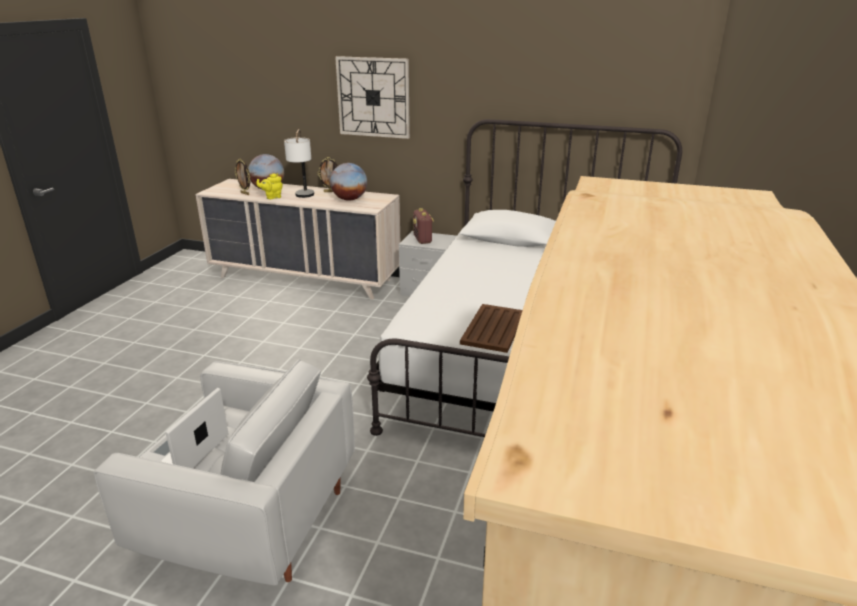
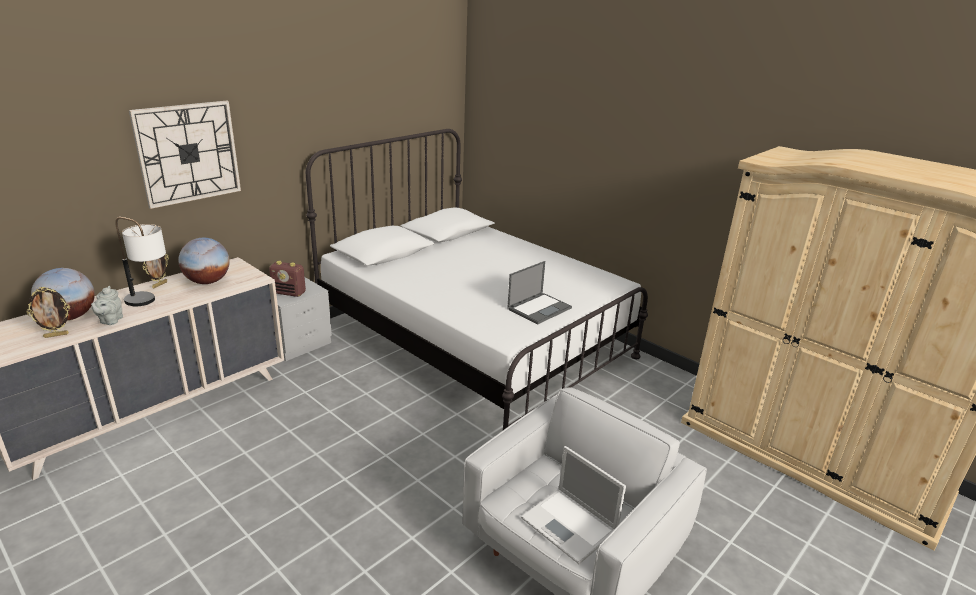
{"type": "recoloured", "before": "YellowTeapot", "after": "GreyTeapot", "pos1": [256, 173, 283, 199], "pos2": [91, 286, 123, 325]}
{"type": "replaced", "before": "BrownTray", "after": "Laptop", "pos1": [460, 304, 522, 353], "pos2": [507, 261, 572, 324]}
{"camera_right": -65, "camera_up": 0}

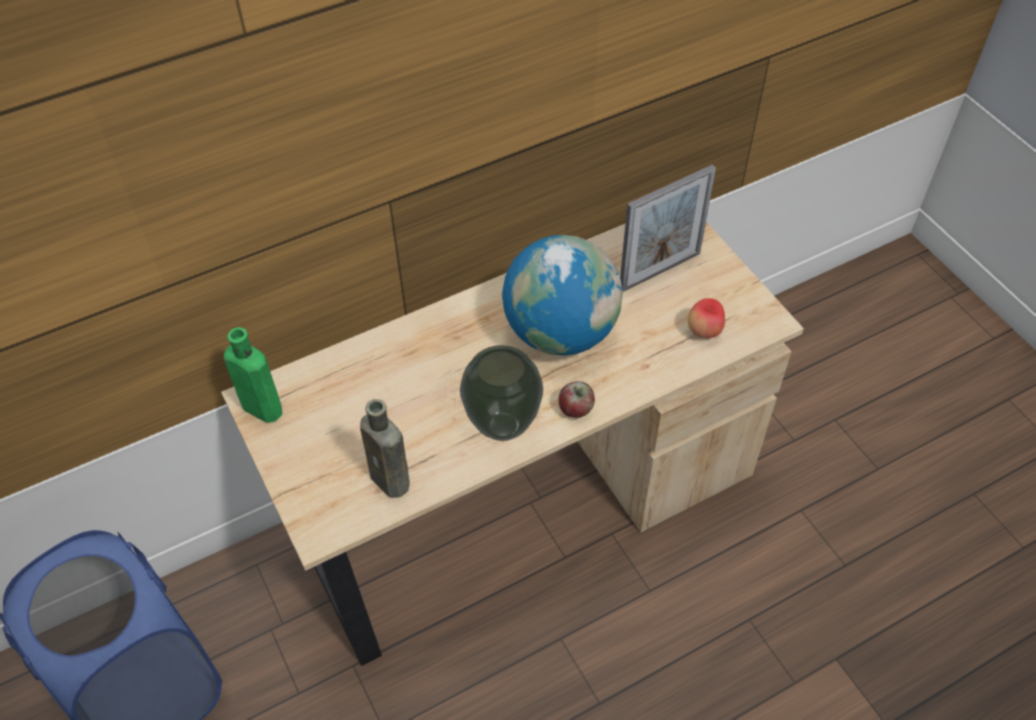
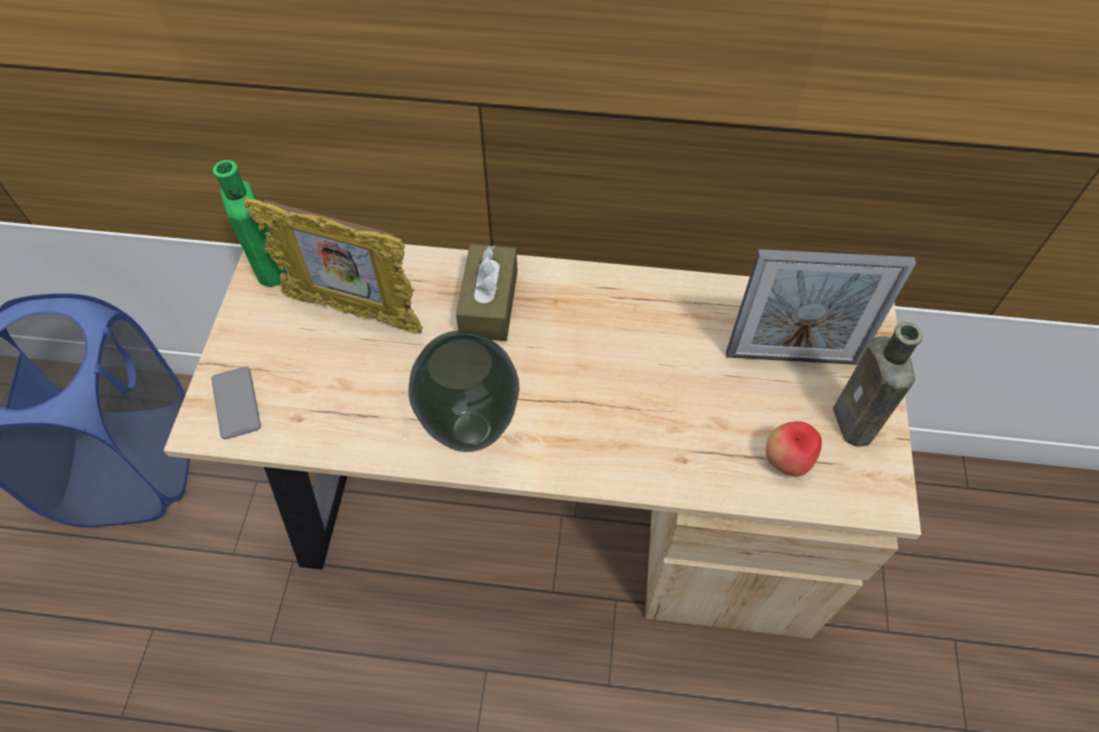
{"type": "removed", "before": "Globe", "pos1": [502, 235, 623, 356]}
{"type": "removed", "before": "Apple", "pos1": [559, 381, 595, 418]}
{"type": "moved", "before": "BrownBottle", "pos1": [360, 399, 410, 498], "pos2": [833, 322, 923, 447]}
{"type": "added", "after": "PictureFrame", "pos2": [244, 198, 423, 334]}
{"type": "added", "after": "BrownTissueBox", "pos2": [456, 244, 518, 341]}
{"type": "added", "after": "Phone", "pos2": [211, 366, 261, 440]}
{"camera_right": 35, "camera_up": 5}

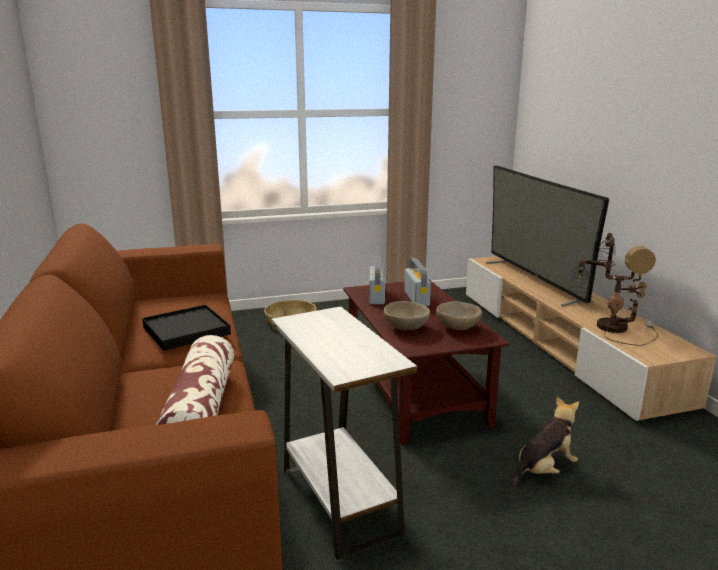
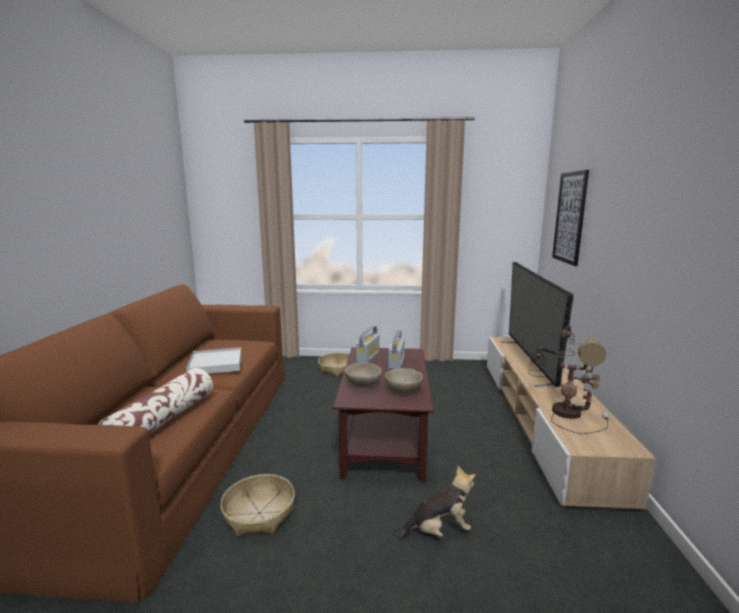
{"type": "recoloured", "before": "BlackTray", "after": "WhiteTray", "pos1": [142, 305, 231, 351], "pos2": [186, 347, 241, 374]}
{"type": "replaced", "before": "WhiteSideTable", "after": "Basket", "pos1": [272, 306, 417, 560], "pos2": [220, 474, 295, 536]}
{"type": "added", "after": "Picture", "pos2": [552, 170, 589, 266]}
{"camera_right": 20, "camera_up": -5}

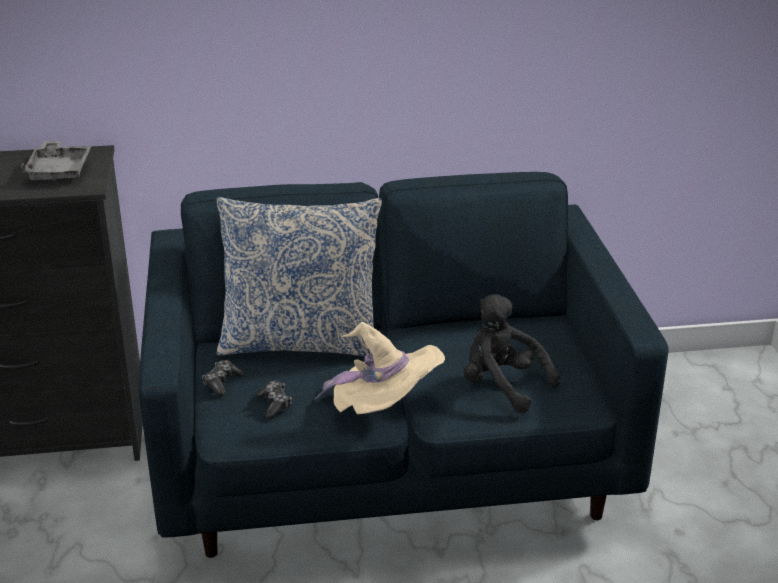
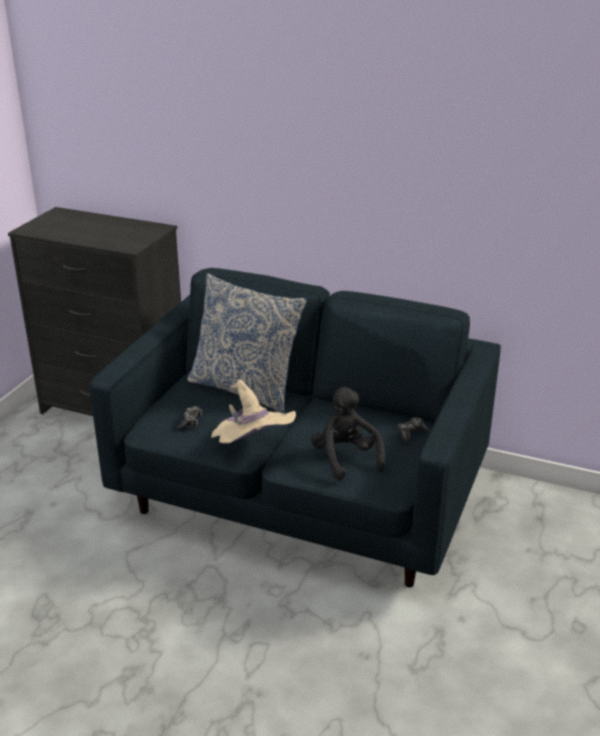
{"type": "removed", "before": "GreyTray", "pos1": [21, 141, 92, 182]}
{"type": "moved", "before": "GameController", "pos1": [202, 360, 244, 396], "pos2": [398, 417, 430, 442]}
{"camera_right": 30, "camera_up": 0}

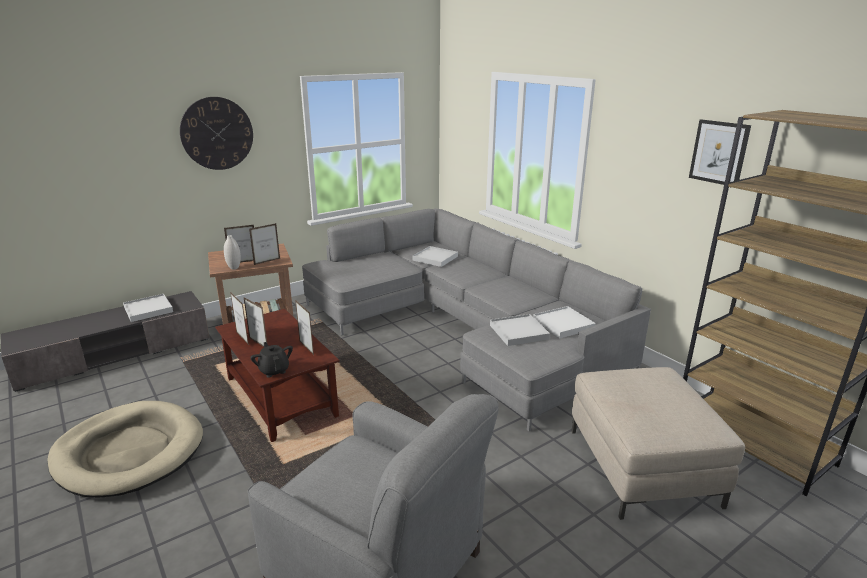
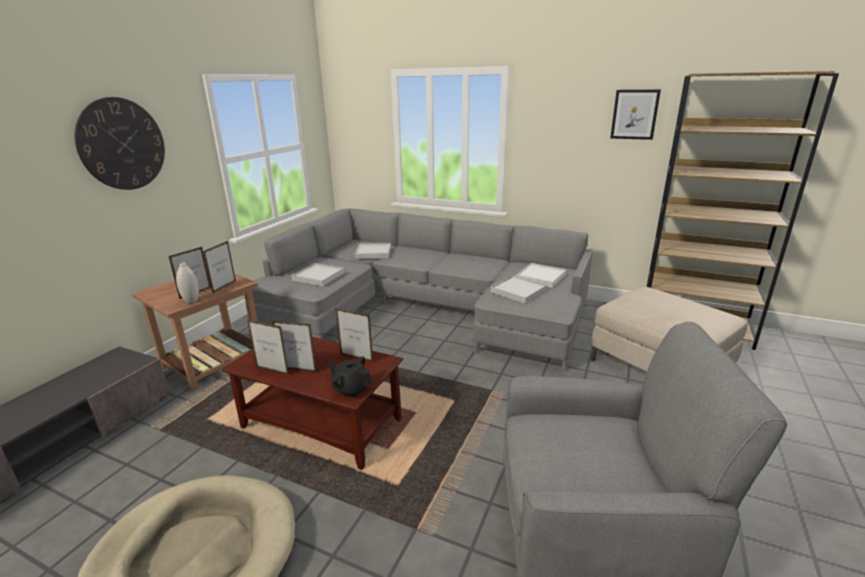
{"type": "moved", "before": "WhiteTray", "pos1": [123, 294, 173, 322], "pos2": [292, 263, 344, 286]}
{"camera_right": -30, "camera_up": 0}

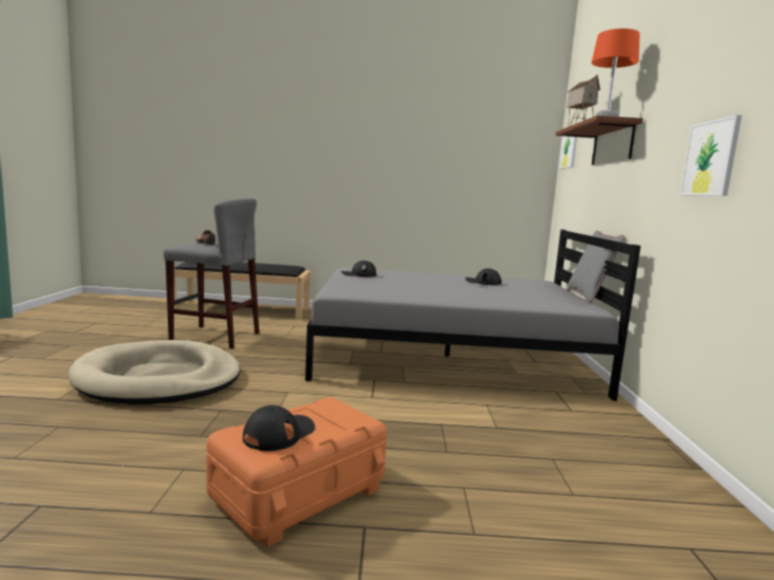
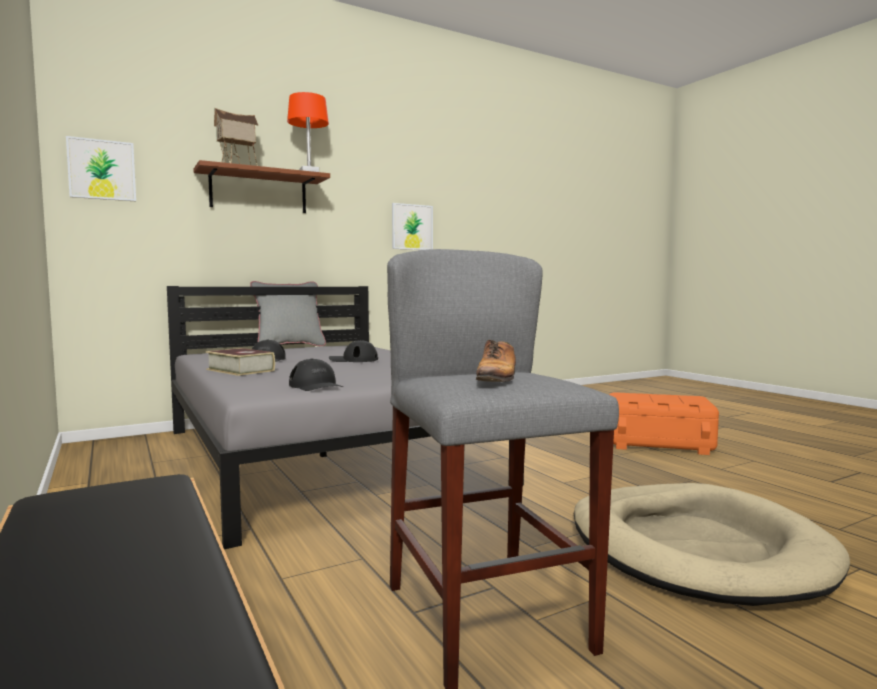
{"type": "moved", "before": "BlackCap", "pos1": [243, 405, 315, 451], "pos2": [329, 340, 378, 362]}
{"type": "added", "after": "Book", "pos2": [206, 348, 275, 376]}
{"camera_right": -120, "camera_up": -5}

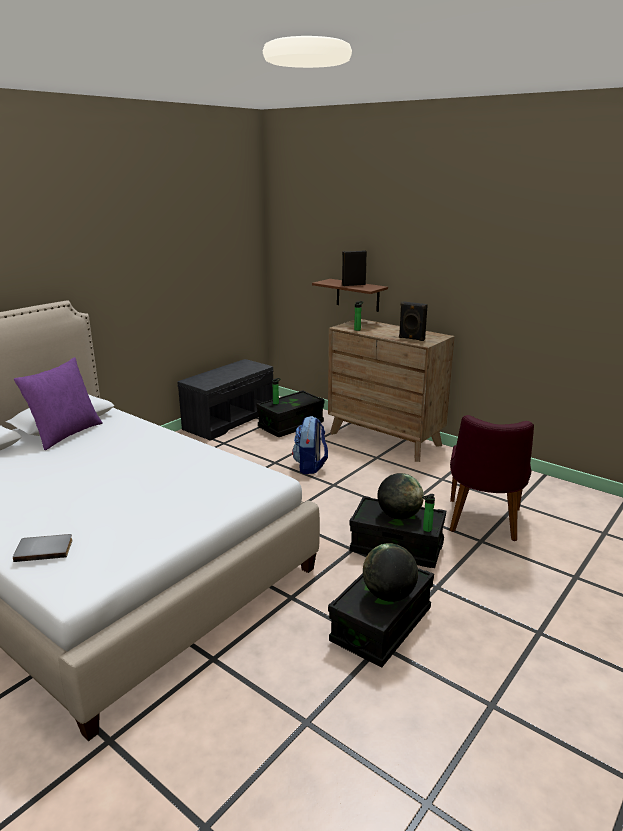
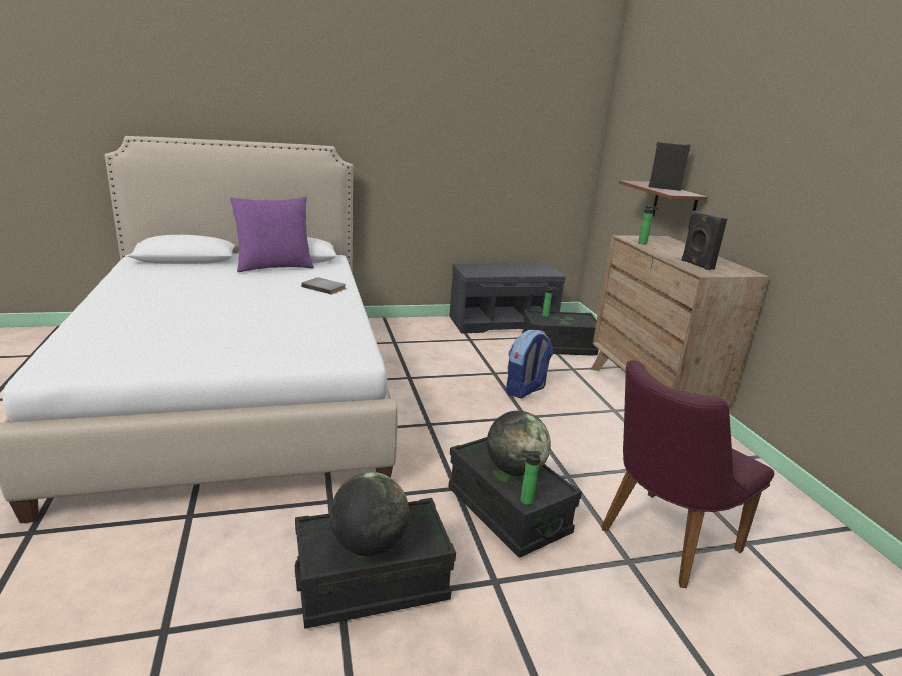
{"type": "moved", "before": "GreyBook", "pos1": [13, 534, 73, 562], "pos2": [301, 277, 346, 295]}
{"camera_right": 35, "camera_up": 0}

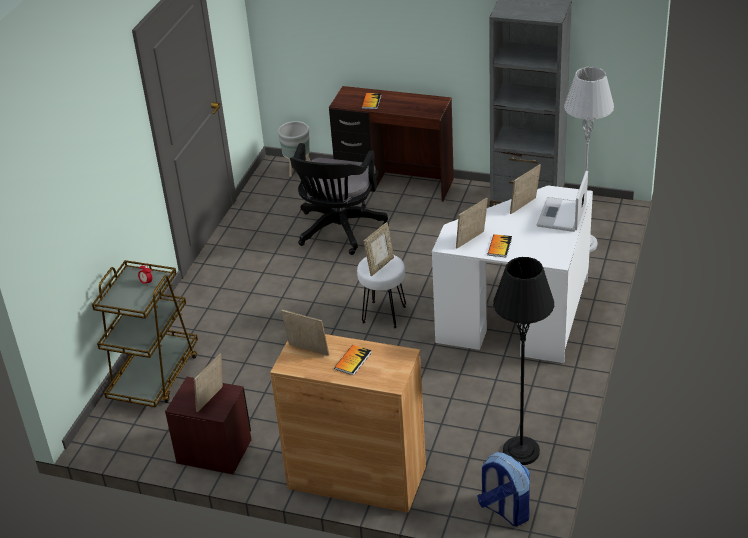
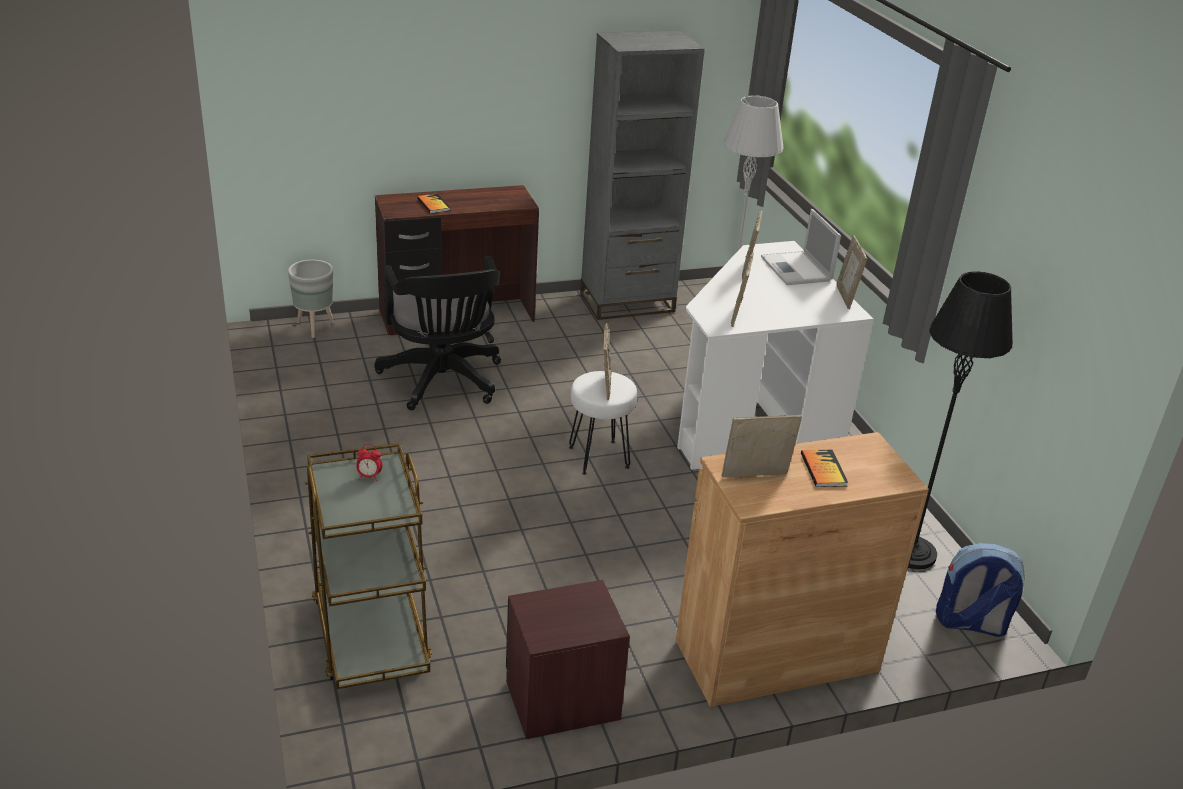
{"type": "removed", "before": "Book", "pos1": [488, 234, 512, 258]}
{"type": "moved", "before": "PictureFrame", "pos1": [194, 354, 223, 412], "pos2": [836, 235, 867, 309]}
{"camera_right": -40, "camera_up": -5}

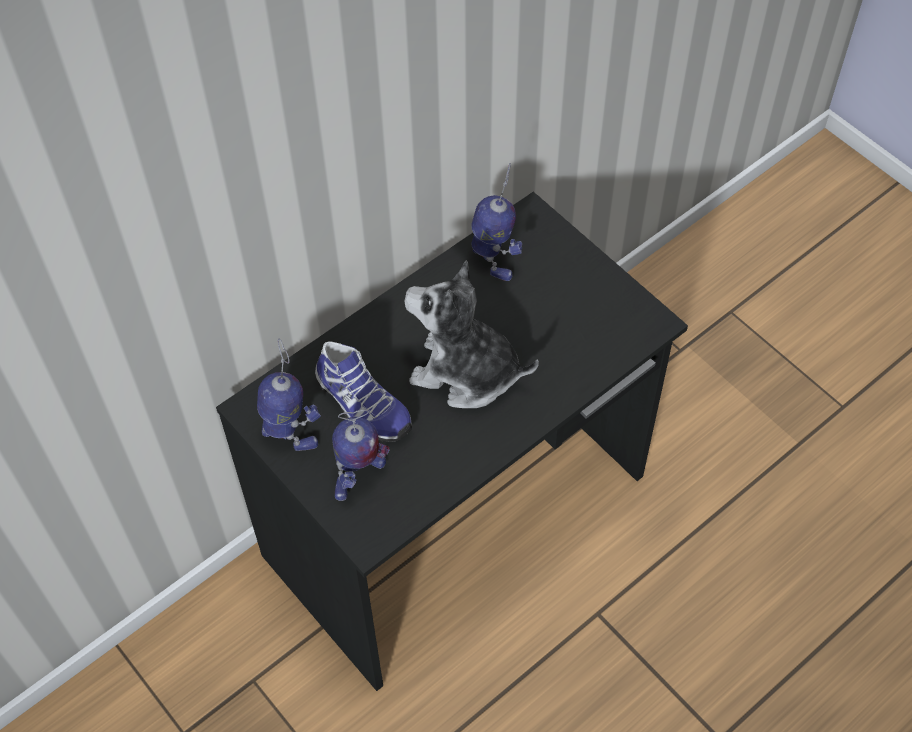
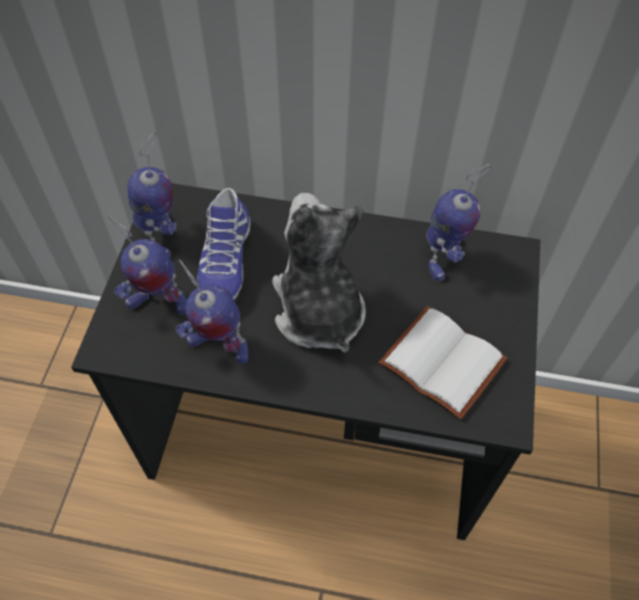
{"type": "added", "after": "ToyRobot", "pos2": [175, 259, 248, 364]}
{"type": "added", "after": "WhiteBook", "pos2": [379, 306, 507, 420]}
{"camera_right": 50, "camera_up": 0}

